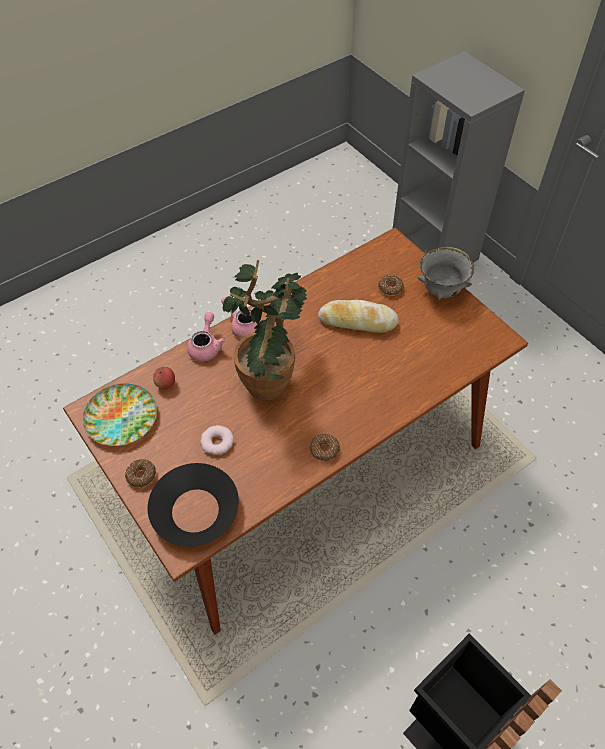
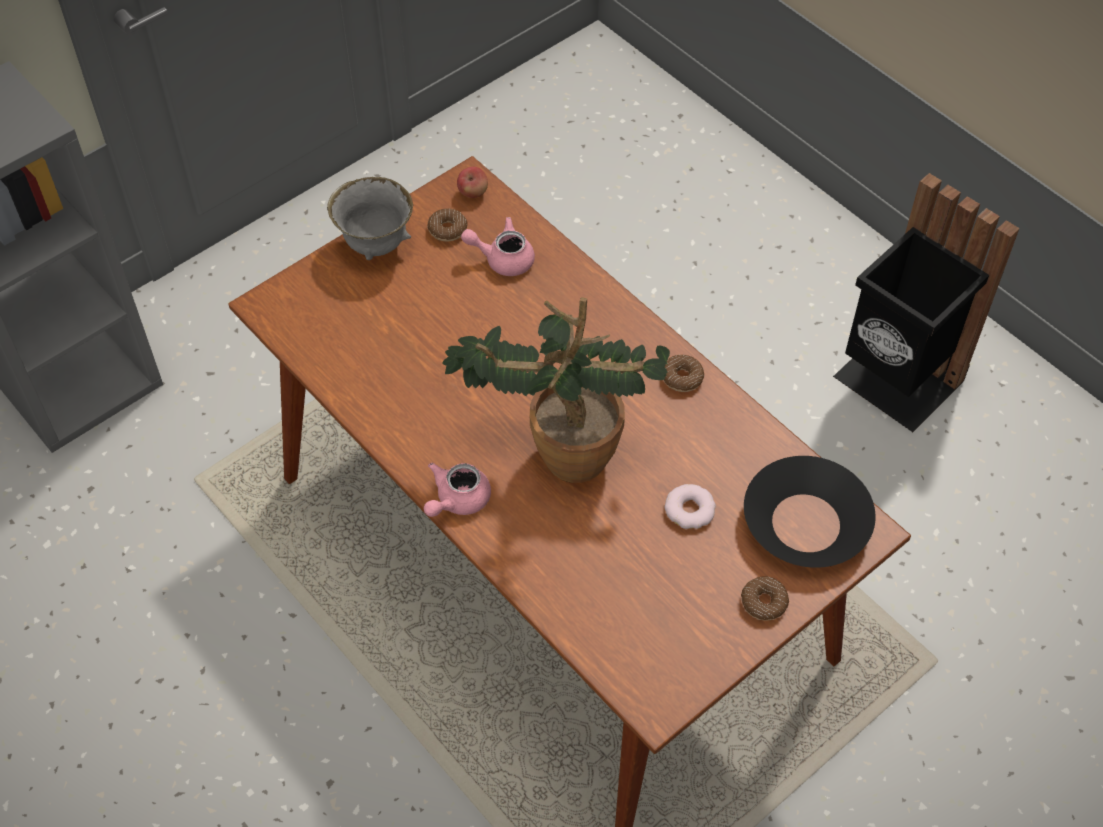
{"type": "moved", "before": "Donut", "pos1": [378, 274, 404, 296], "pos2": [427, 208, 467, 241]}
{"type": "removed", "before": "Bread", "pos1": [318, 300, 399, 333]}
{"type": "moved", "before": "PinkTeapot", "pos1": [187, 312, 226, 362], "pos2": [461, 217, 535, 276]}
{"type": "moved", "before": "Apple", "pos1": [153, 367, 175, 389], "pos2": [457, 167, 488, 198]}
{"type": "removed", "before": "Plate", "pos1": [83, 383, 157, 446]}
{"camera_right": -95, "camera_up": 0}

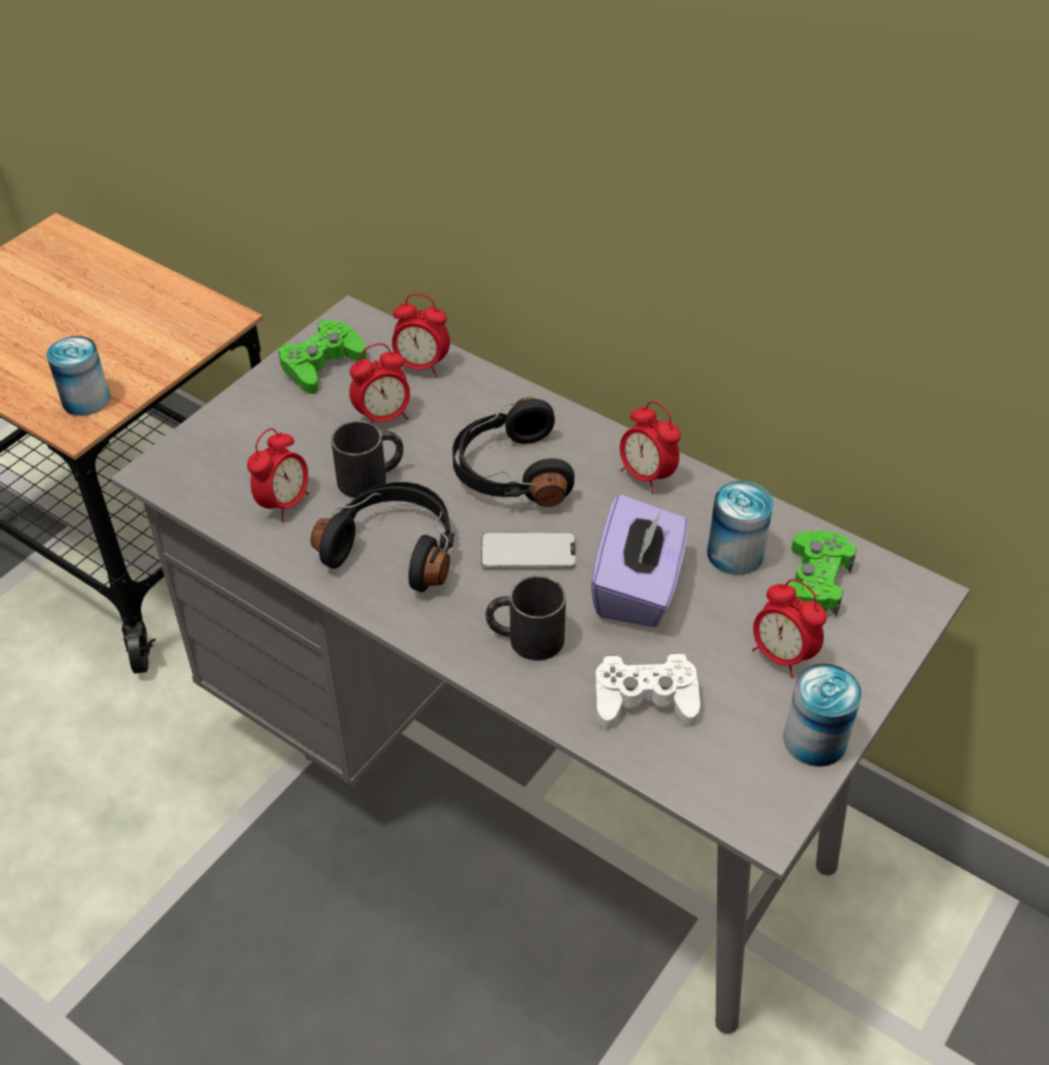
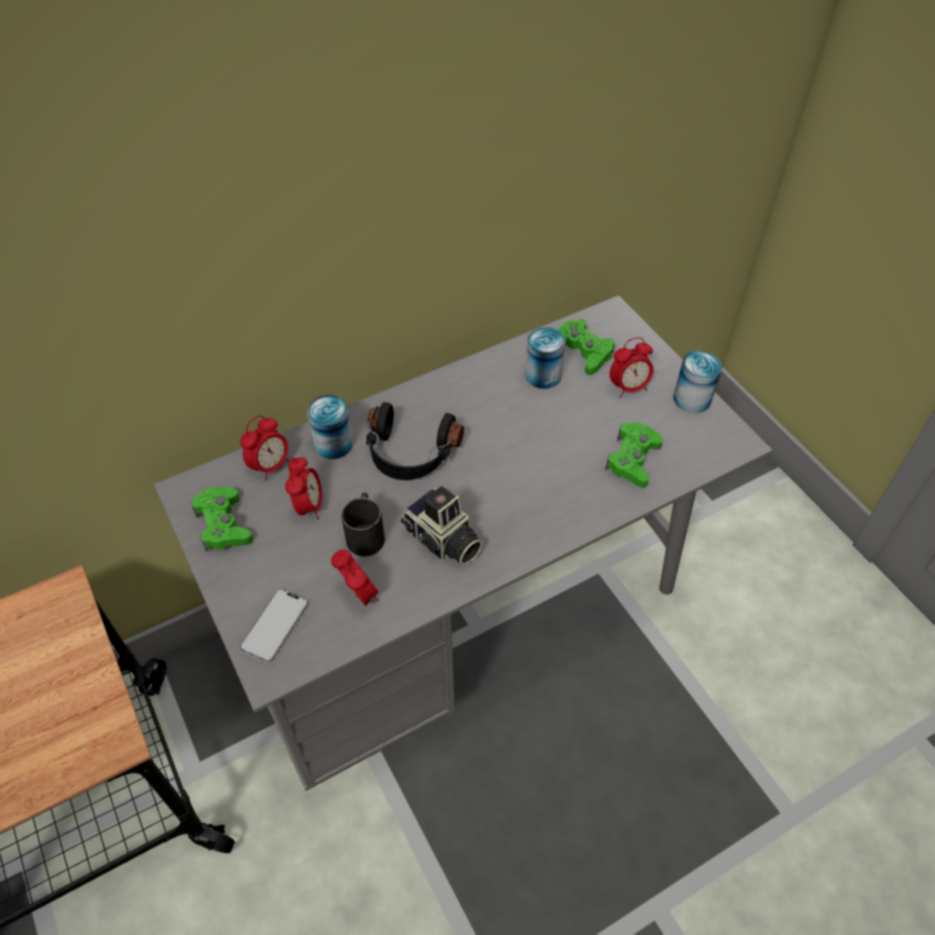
{"type": "moved", "before": "Can", "pos1": [46, 336, 110, 416], "pos2": [307, 395, 353, 459]}
{"type": "removed", "before": "AlarmClock", "pos1": [620, 401, 681, 493]}
{"type": "replaced", "before": "BlackHeadphones", "after": "PhotoCamera", "pos1": [311, 482, 455, 592], "pos2": [401, 486, 483, 565]}
{"type": "removed", "before": "PurpleTissueBox", "pos1": [591, 495, 687, 627]}
{"type": "moved", "before": "Phone", "pos1": [481, 532, 576, 569], "pos2": [240, 589, 308, 663]}
{"type": "removed", "before": "BlackMug", "pos1": [485, 576, 566, 661]}
{"type": "recoloured", "before": "WhiteGameController", "after": "GreenGameController", "pos1": [595, 653, 700, 729], "pos2": [605, 422, 663, 488]}
{"camera_right": -65, "camera_up": 5}

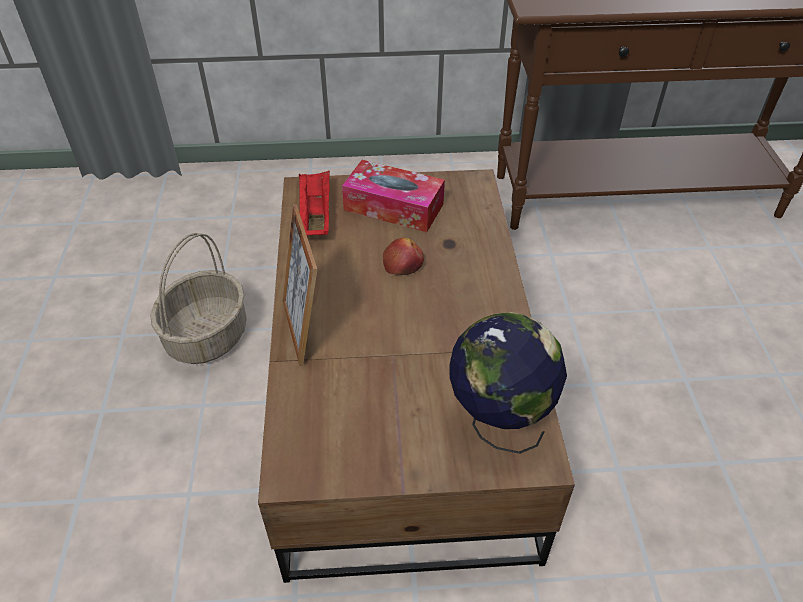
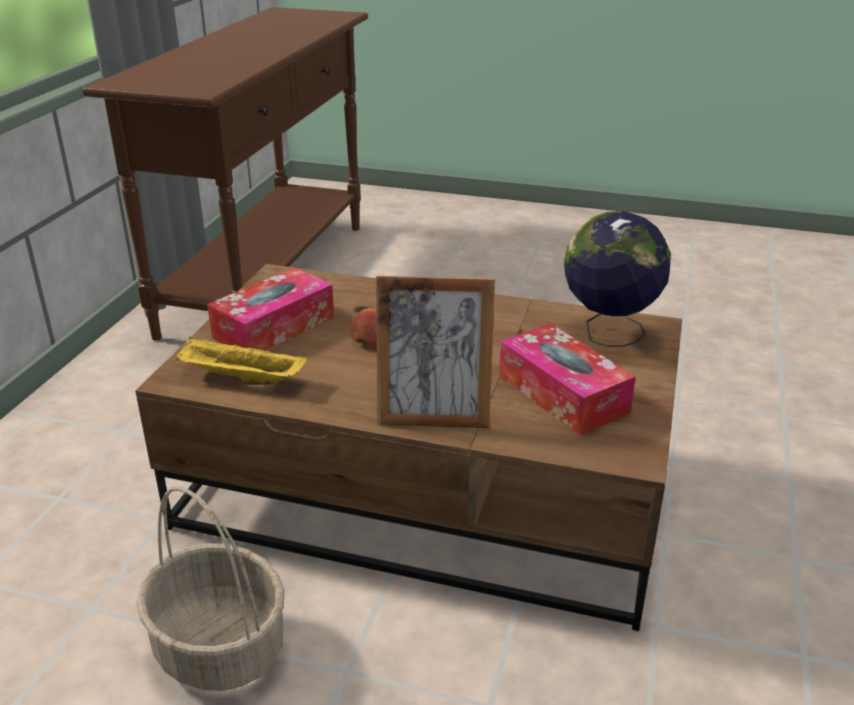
{"type": "recoloured", "before": "RedTray", "after": "YellowTray", "pos1": [298, 171, 330, 235], "pos2": [174, 336, 308, 385]}
{"type": "added", "after": "TissueBox", "pos2": [499, 323, 636, 436]}
{"camera_right": -70, "camera_up": -15}

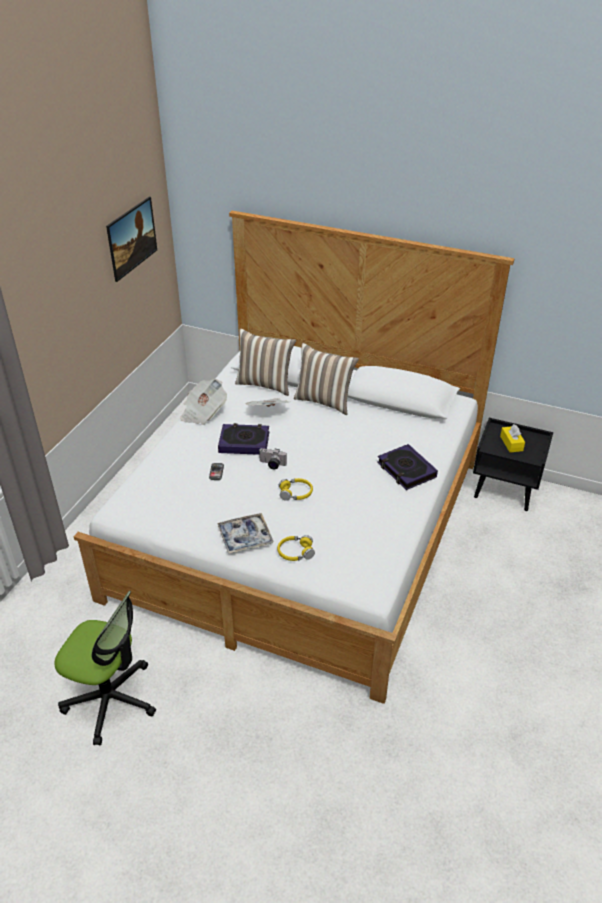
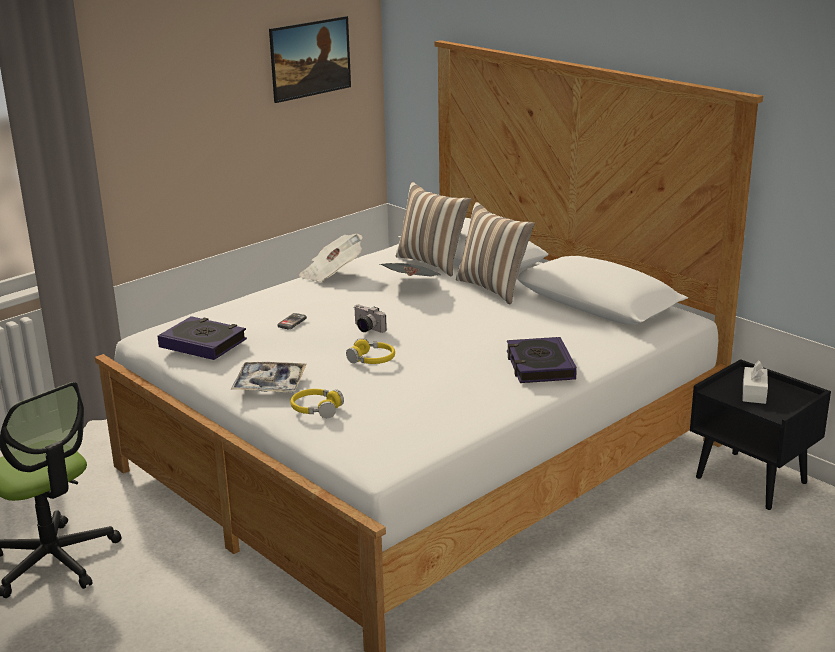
{"type": "moved", "before": "Book", "pos1": [218, 423, 269, 455], "pos2": [158, 316, 247, 360]}
{"type": "recoloured", "before": "YellowTissueBox", "after": "WhiteTissueBox", "pos1": [500, 424, 525, 453], "pos2": [743, 360, 768, 404]}
{"camera_right": 25, "camera_up": -15}

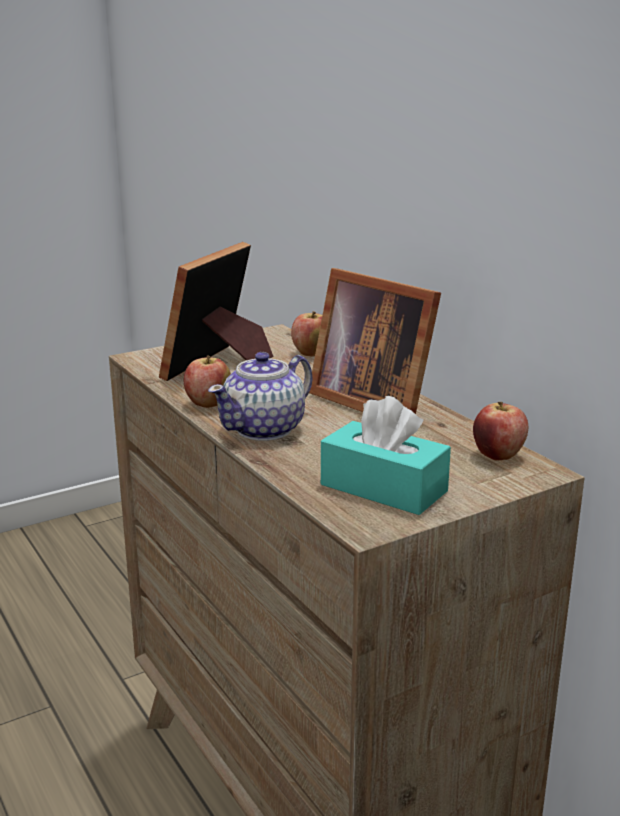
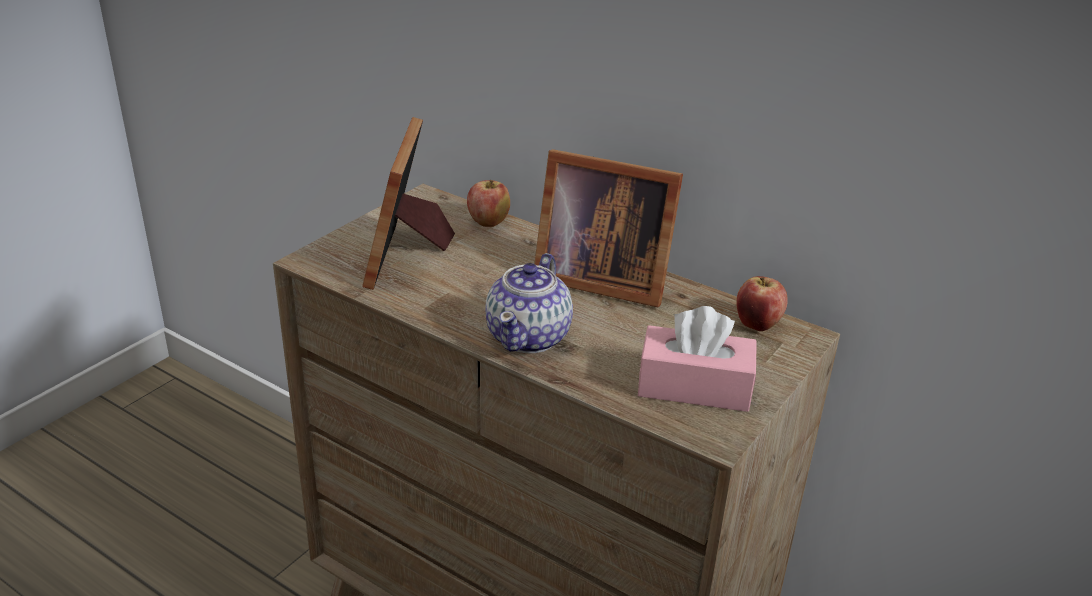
{"type": "removed", "before": "Apple", "pos1": [184, 355, 231, 408]}
{"type": "recoloured", "before": "TurquoiseTissueBox", "after": "PinkTissueBox", "pos1": [321, 396, 451, 515], "pos2": [638, 306, 757, 412]}
{"camera_right": -25, "camera_up": 10}

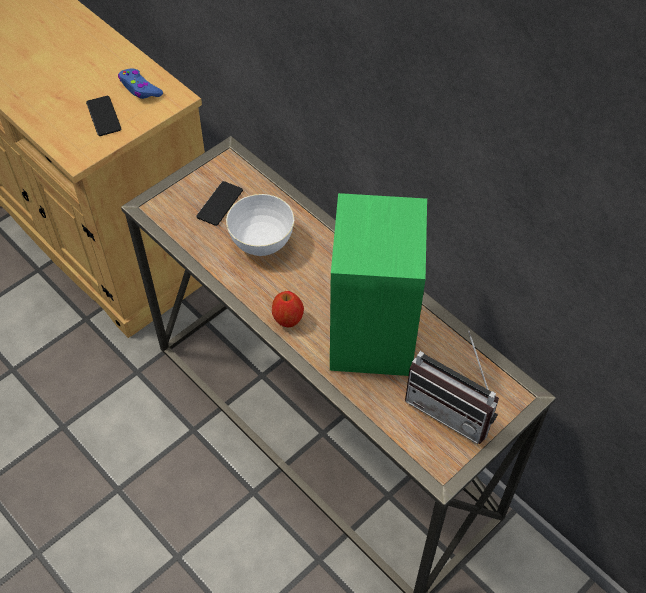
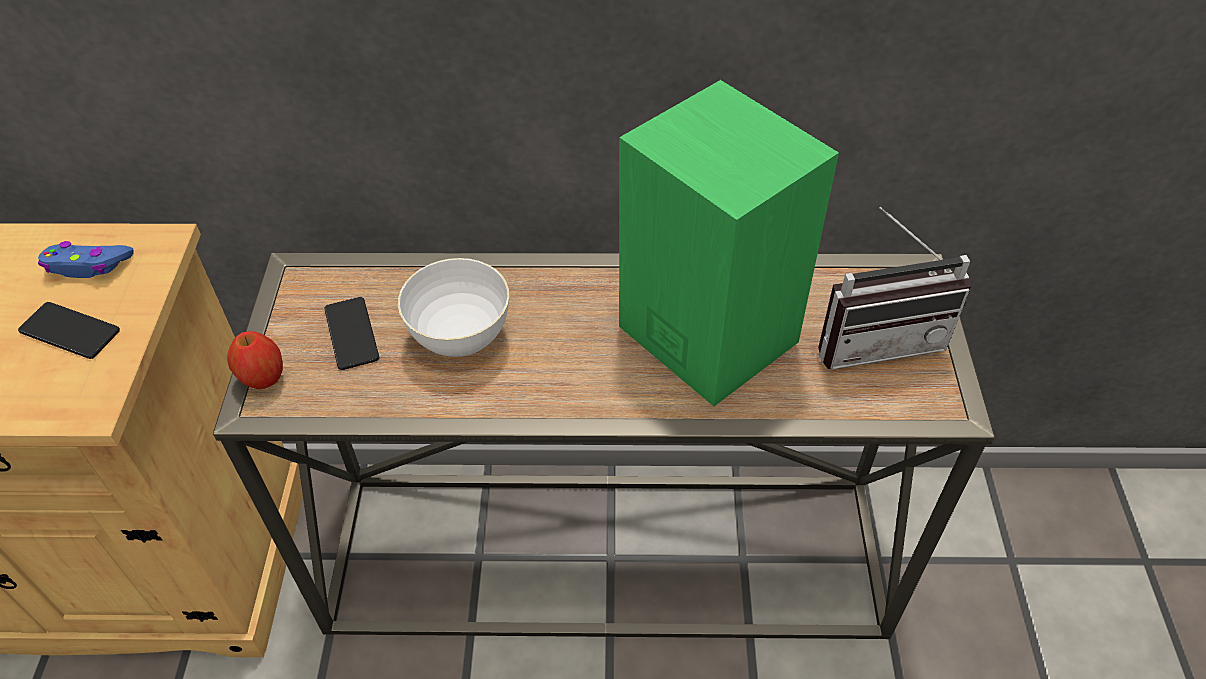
{"type": "moved", "before": "Apple", "pos1": [272, 291, 304, 327], "pos2": [227, 331, 283, 389]}
{"camera_right": -45, "camera_up": -5}

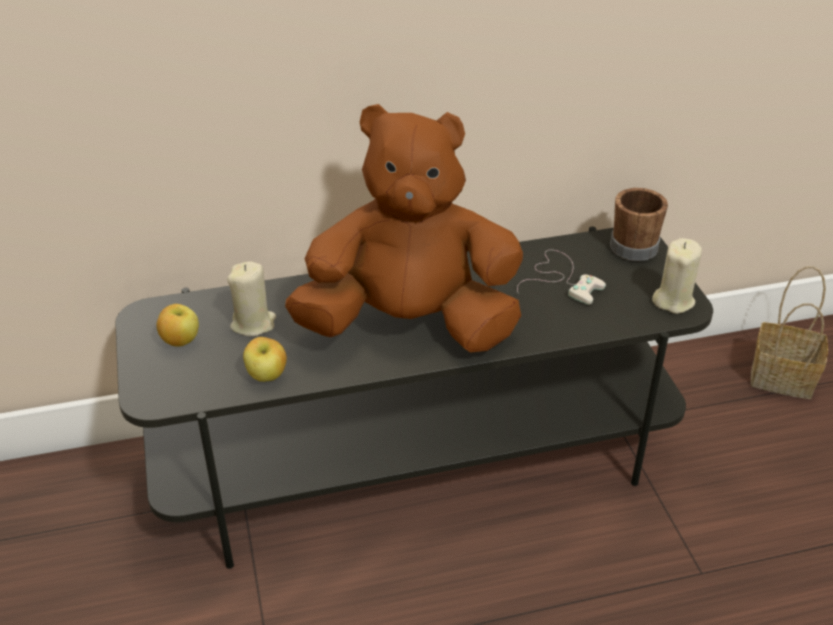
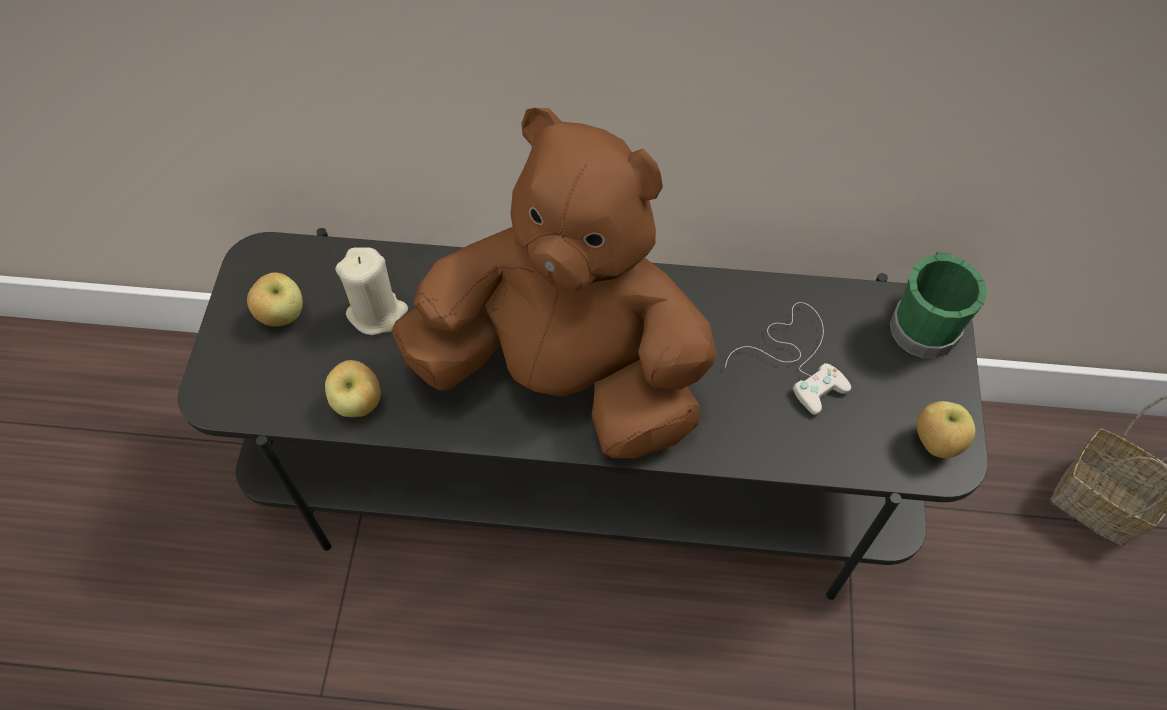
{"type": "recoloured", "before": "BrownMug", "after": "GreenMug", "pos1": [610, 188, 668, 261], "pos2": [890, 251, 987, 358]}
{"type": "replaced", "before": "BeigeCandle", "after": "Apple", "pos1": [652, 238, 702, 314], "pos2": [917, 401, 975, 458]}
{"camera_right": 20, "camera_up": 20}

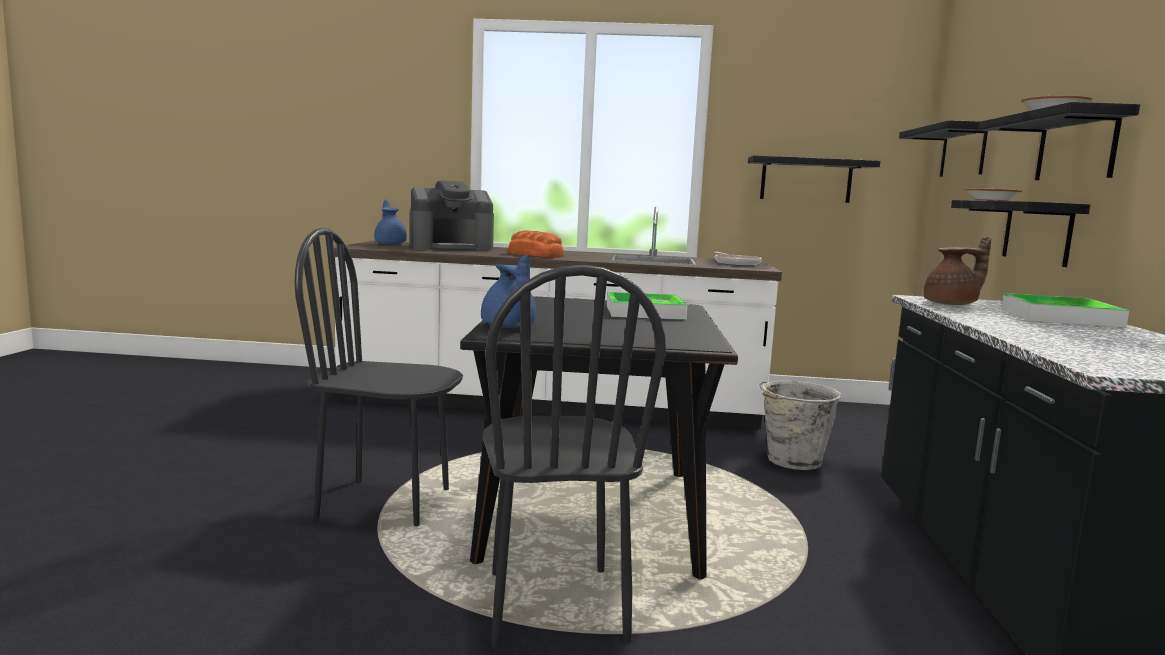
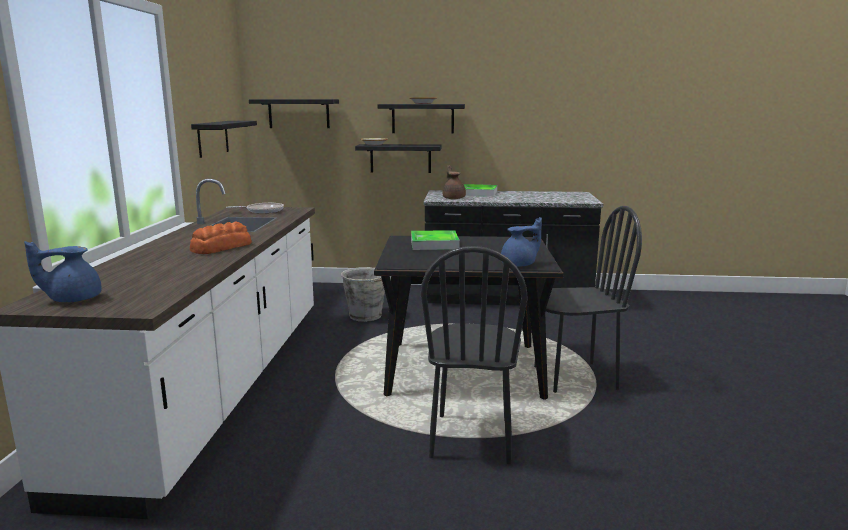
{"type": "removed", "before": "CoffeeMachine", "pos1": [409, 180, 494, 251]}
{"camera_right": -90, "camera_up": 5}

